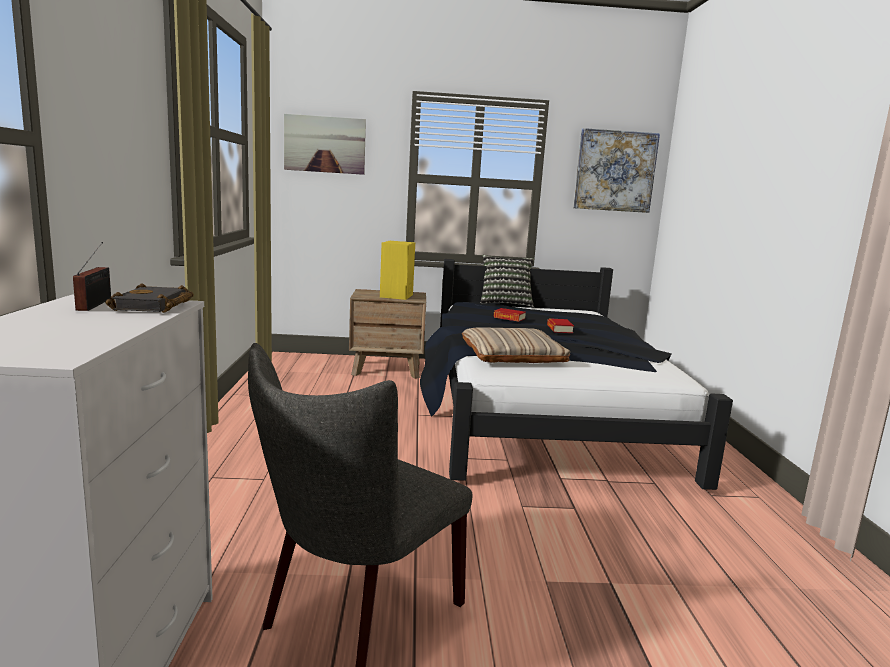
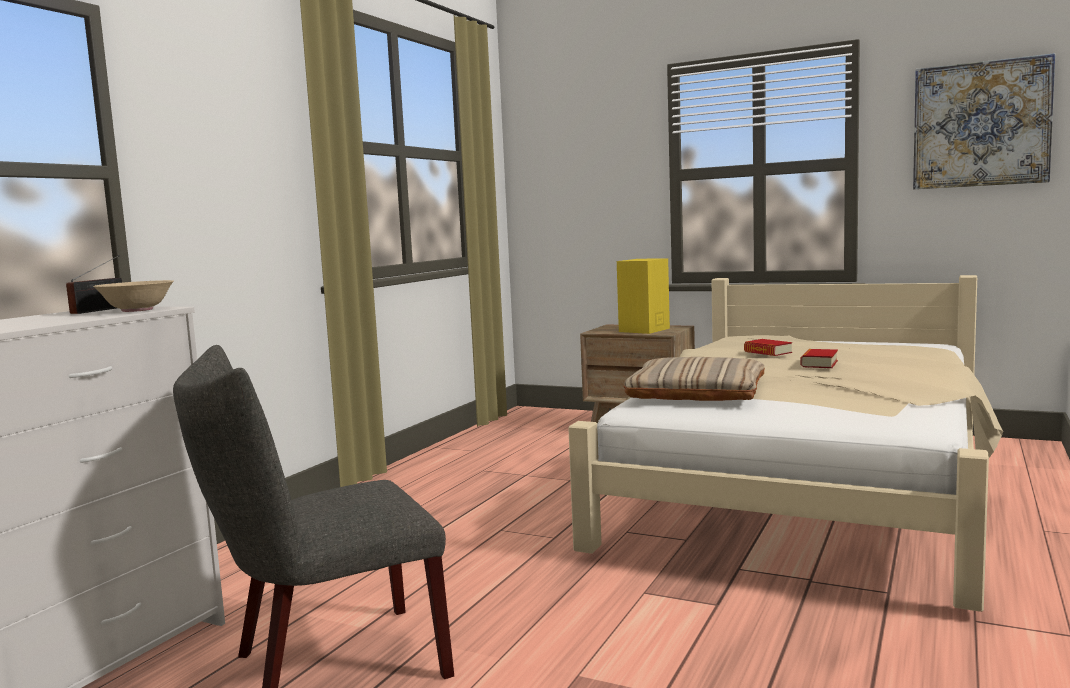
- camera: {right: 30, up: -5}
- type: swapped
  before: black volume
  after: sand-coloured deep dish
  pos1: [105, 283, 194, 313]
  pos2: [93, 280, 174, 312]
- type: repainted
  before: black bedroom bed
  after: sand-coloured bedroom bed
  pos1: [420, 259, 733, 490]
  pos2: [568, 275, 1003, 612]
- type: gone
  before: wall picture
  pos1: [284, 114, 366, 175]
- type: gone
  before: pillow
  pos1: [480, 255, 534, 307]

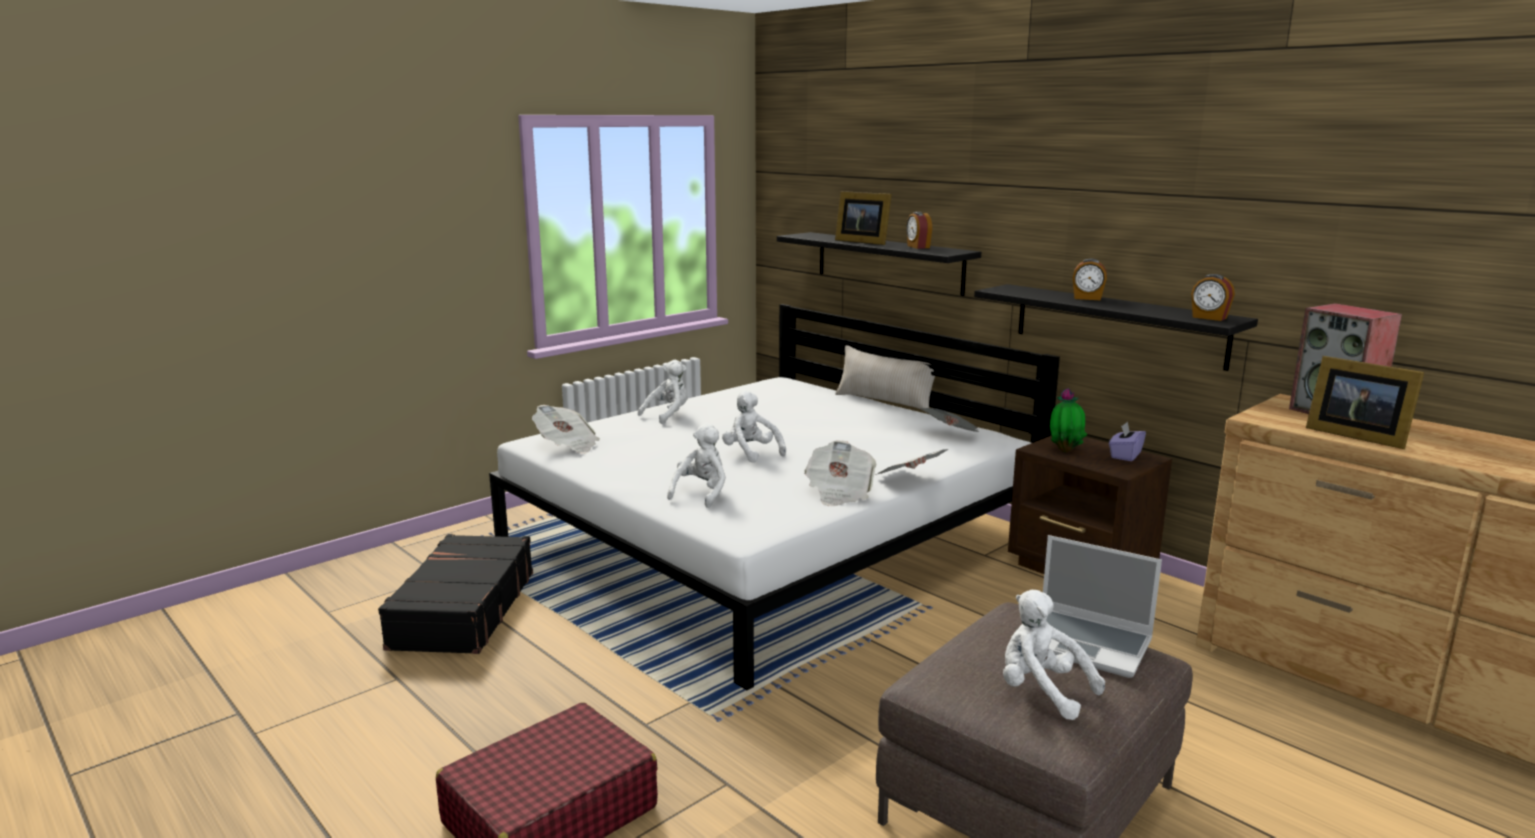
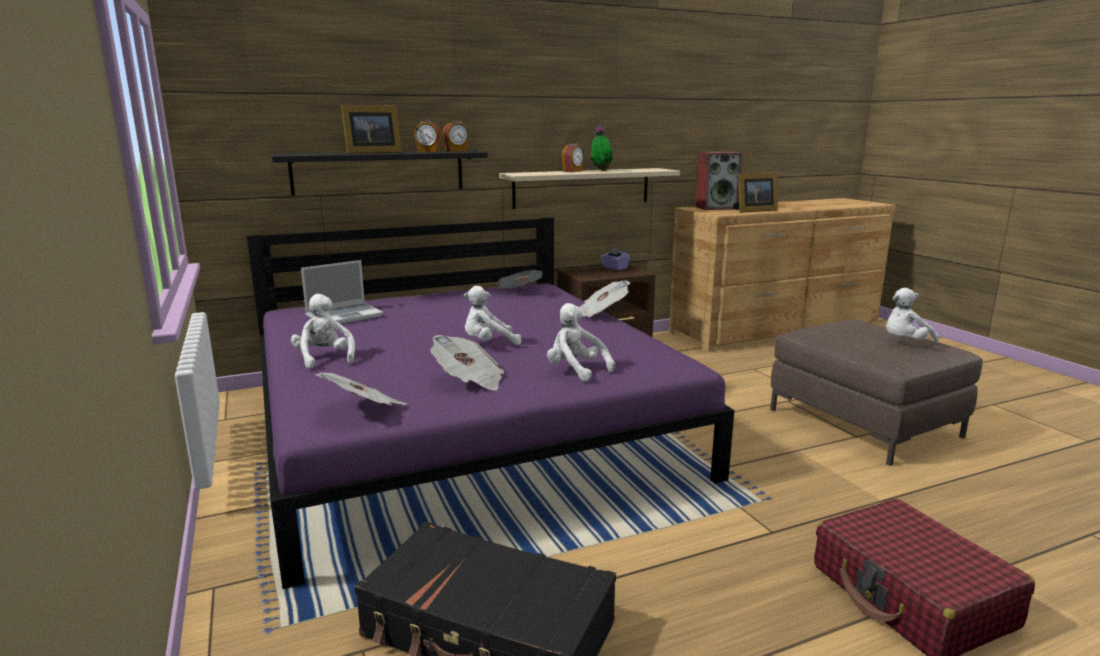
- camera: {right: -70, up: 0}
- type: repainted
  before: whitish bedroom bed
  after: purple bedroom bed
  pos1: [489, 304, 1060, 690]
  pos2: [247, 217, 734, 589]
- type: shifted
  before: portable computer
  pos1: [1043, 535, 1162, 678]
  pos2: [301, 260, 383, 324]
- type: shifted
  before: newspaper
  pos1: [804, 440, 876, 506]
  pos2: [430, 335, 504, 390]
- type: shifted
  before: table clock
  pos1: [1191, 274, 1235, 321]
  pos2: [442, 120, 469, 151]
- type: repainted
  before: black wall shelf
  after: sand-coloured wall shelf
  pos1: [974, 284, 1258, 371]
  pos2: [499, 168, 680, 209]
- type: shifted
  before: plant in a pot
  pos1: [1050, 388, 1087, 453]
  pos2: [590, 125, 613, 171]
- type: gone
  before: sand-coloured pillow
  pos1: [835, 345, 935, 410]

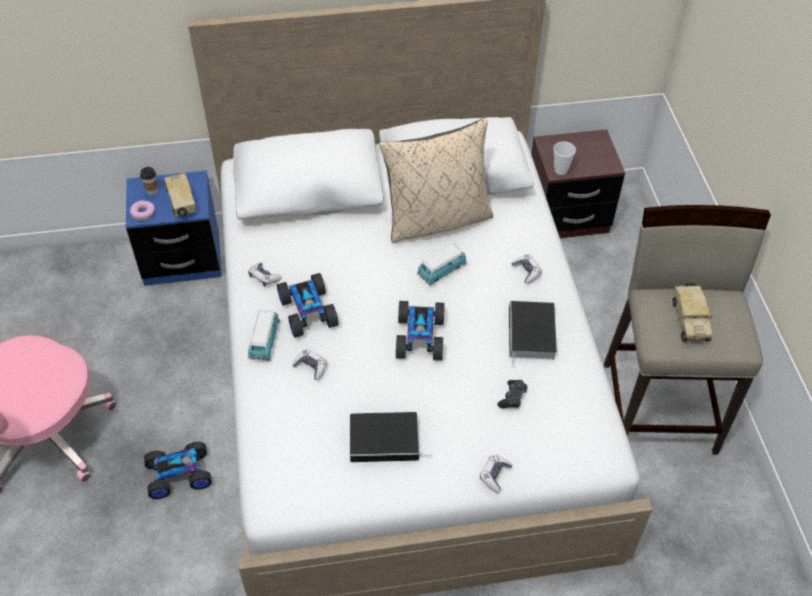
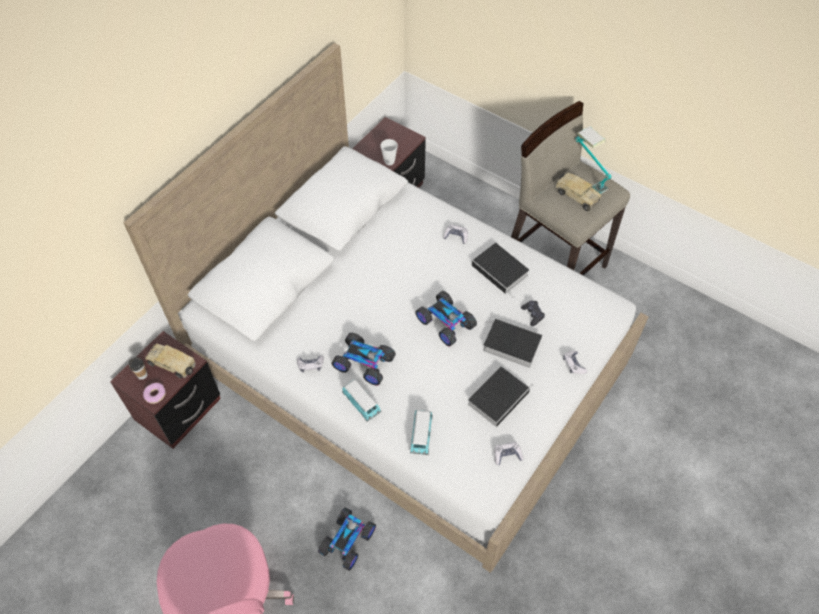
- camera: {right: -45, up: 5}
- type: repainted
  before: blue night table
  after: brownish night table
  pos1: [126, 170, 222, 286]
  pos2: [110, 331, 221, 449]
- type: shifted
  before: model car
  pos1: [417, 244, 467, 286]
  pos2: [410, 410, 433, 455]
- type: new
  after: volume
  pos2: [483, 318, 542, 367]
- type: shifted
  before: joypad
  pos1: [292, 349, 327, 380]
  pos2: [494, 442, 523, 465]
- type: new
  after: lamp for a table
  pos2: [575, 126, 611, 194]
- type: gone
  before: sand-coloured pillow
  pos1: [379, 118, 493, 243]

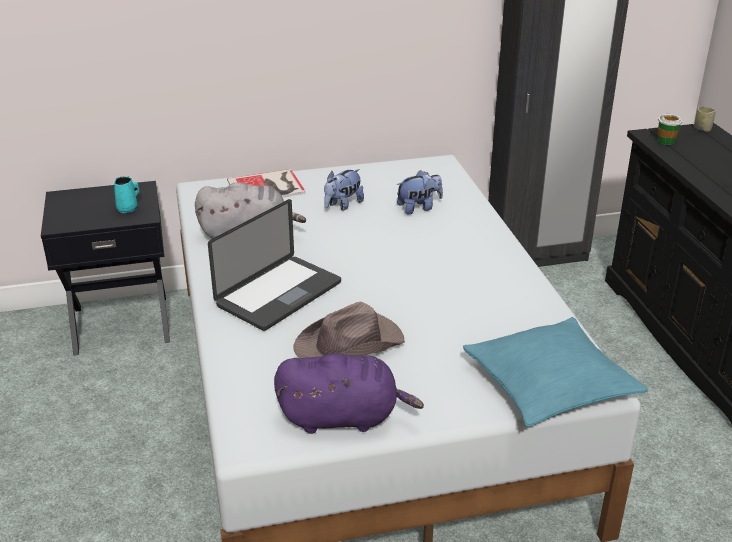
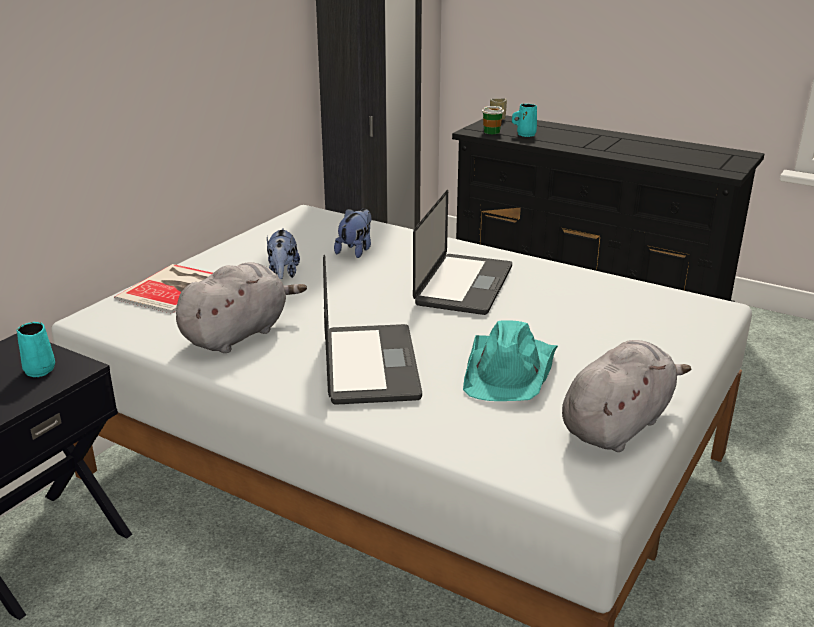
- camera: {right: -45, up: -5}
- type: new
  after: portable computer
  pos2: [413, 190, 512, 315]
- type: repainted
  before: brownish hat
  after: turquoise hat
  pos1: [293, 302, 405, 358]
  pos2: [463, 321, 558, 401]
- type: new
  after: turquoise coffee mug
  pos2: [512, 104, 537, 137]
- type: repainted
  before: purple soft toy
  after: gray soft toy
  pos1: [274, 353, 424, 434]
  pos2: [562, 340, 691, 452]
- type: gone
  before: turquoise pillow
  pos1: [463, 317, 648, 427]

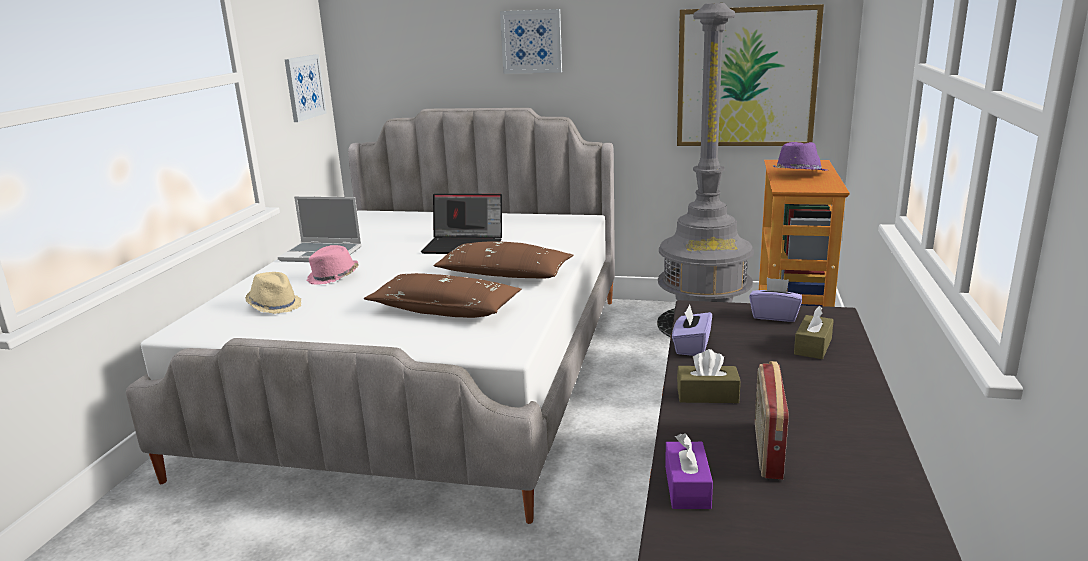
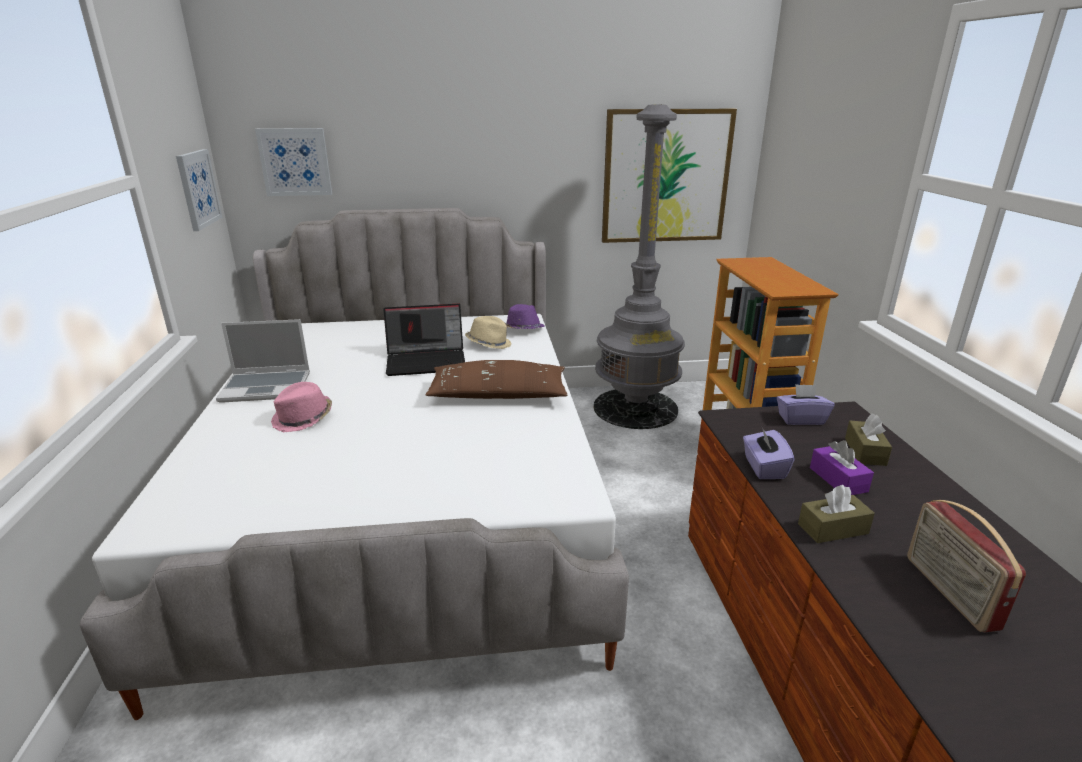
- camera: {right: -20, up: 5}
- type: shifted
  before: wall picture
  pos1: [500, 9, 562, 74]
  pos2: [255, 128, 332, 196]
- type: shifted
  before: sand-coloured hat
  pos1: [245, 272, 301, 314]
  pos2: [465, 316, 512, 349]
- type: shifted
  before: purple hat
  pos1: [773, 142, 827, 171]
  pos2: [505, 304, 545, 329]
- type: shifted
  before: purple box of tissues
  pos1: [665, 434, 713, 509]
  pos2: [810, 440, 874, 495]
- type: gone
  before: brownish pillow
  pos1: [364, 273, 521, 318]

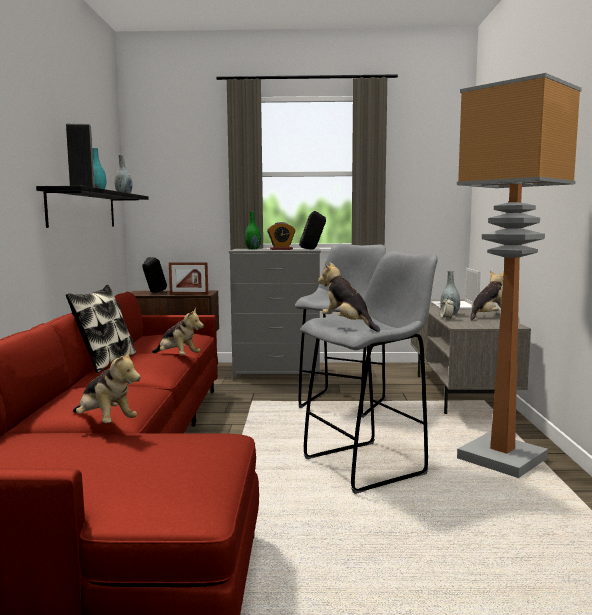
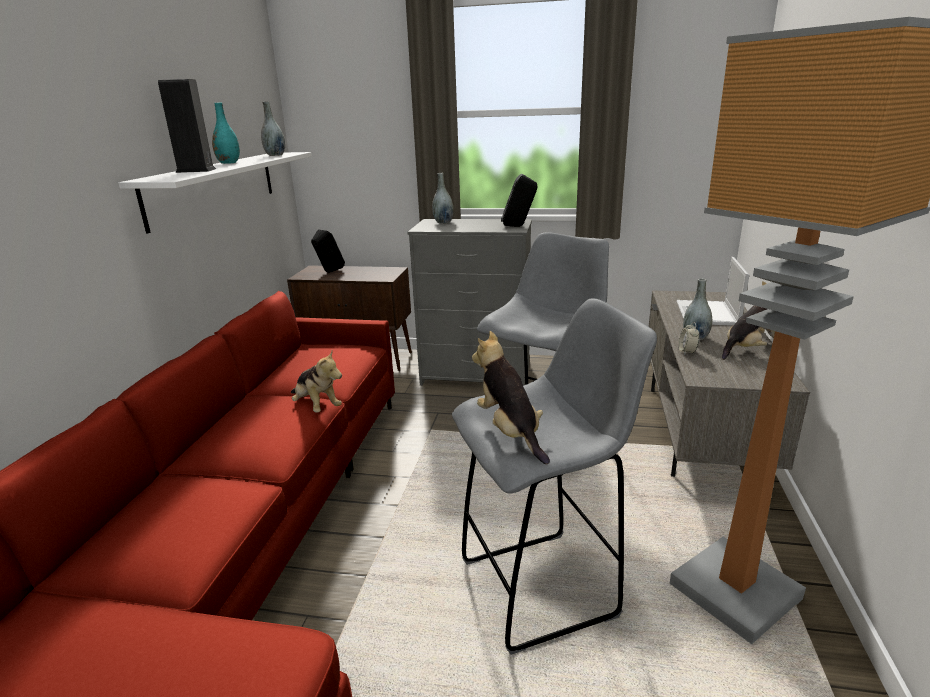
- camera: {right: 10, up: 15}
- type: repainted
  before: black wall shelf
  after: whitish wall shelf
  pos1: [36, 186, 148, 228]
  pos2: [118, 152, 312, 234]
- type: repainted
  before: green-coloured flower vase
  after: gray flower vase
  pos1: [245, 211, 261, 249]
  pos2: [432, 173, 454, 224]
- type: gone
  before: pillow
  pos1: [66, 285, 136, 373]
- type: gone
  before: soft toy
  pos1: [73, 350, 141, 423]
- type: gone
  before: picture frame
  pos1: [169, 262, 208, 295]
- type: gone
  before: table clock
  pos1: [267, 222, 295, 250]

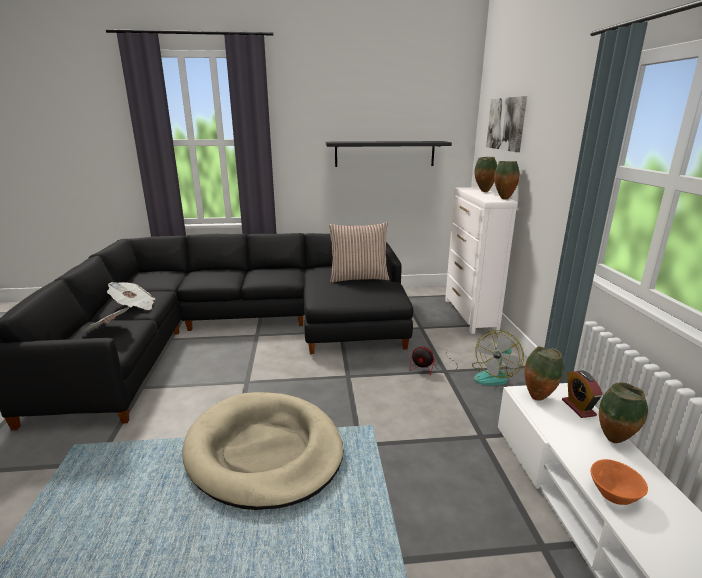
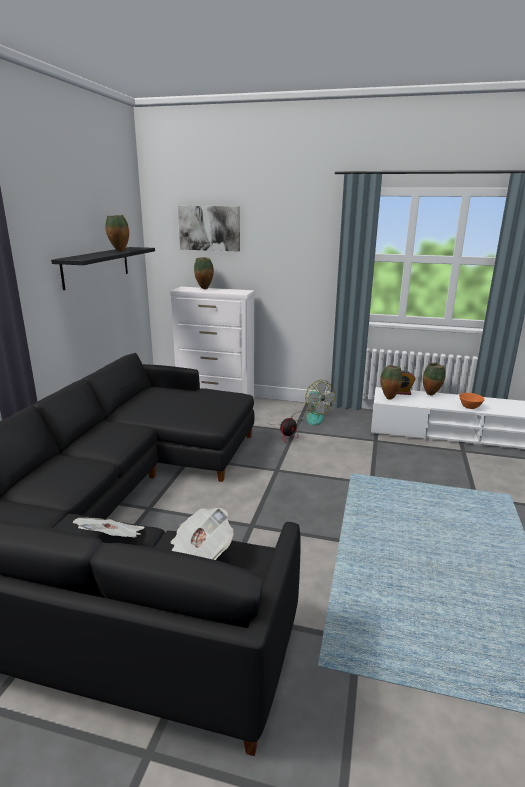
- camera: {right: -70, up: 0}
- type: shifted
  before: flower vase
  pos1: [494, 161, 519, 199]
  pos2: [105, 215, 129, 252]
- type: gone
  before: sand-coloured pet bed
  pos1: [182, 392, 344, 510]
- type: gone
  before: pillow
  pos1: [329, 222, 389, 283]

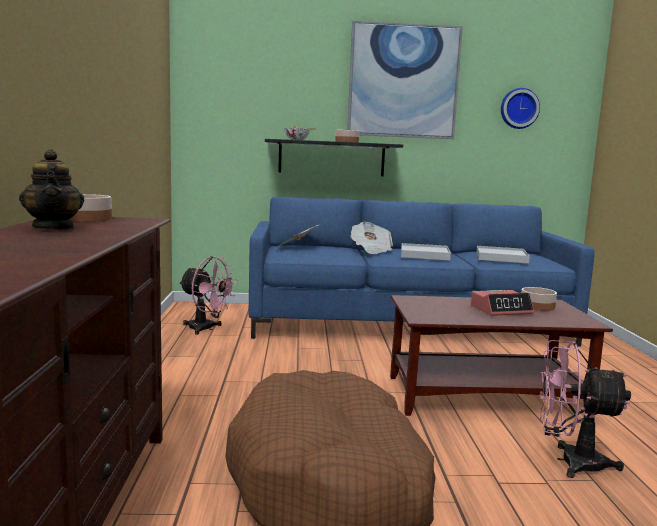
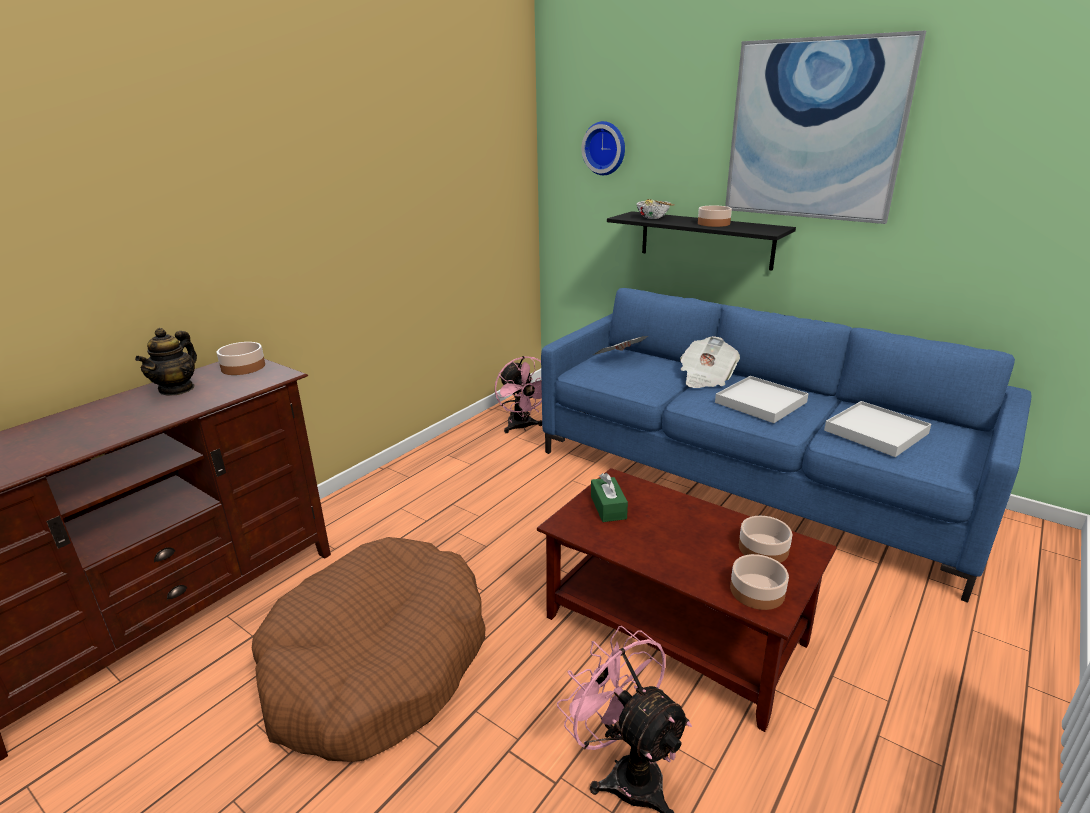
- camera: {right: 40, up: 15}
- type: shifted
  before: hanging clock
  pos1: [501, 88, 540, 129]
  pos2: [581, 121, 625, 175]
- type: new
  after: green-coloured box of tissues
  pos2: [591, 473, 628, 522]
- type: new
  after: deep dish
  pos2: [730, 554, 789, 610]
- type: gone
  before: table clock
  pos1: [471, 290, 534, 316]

